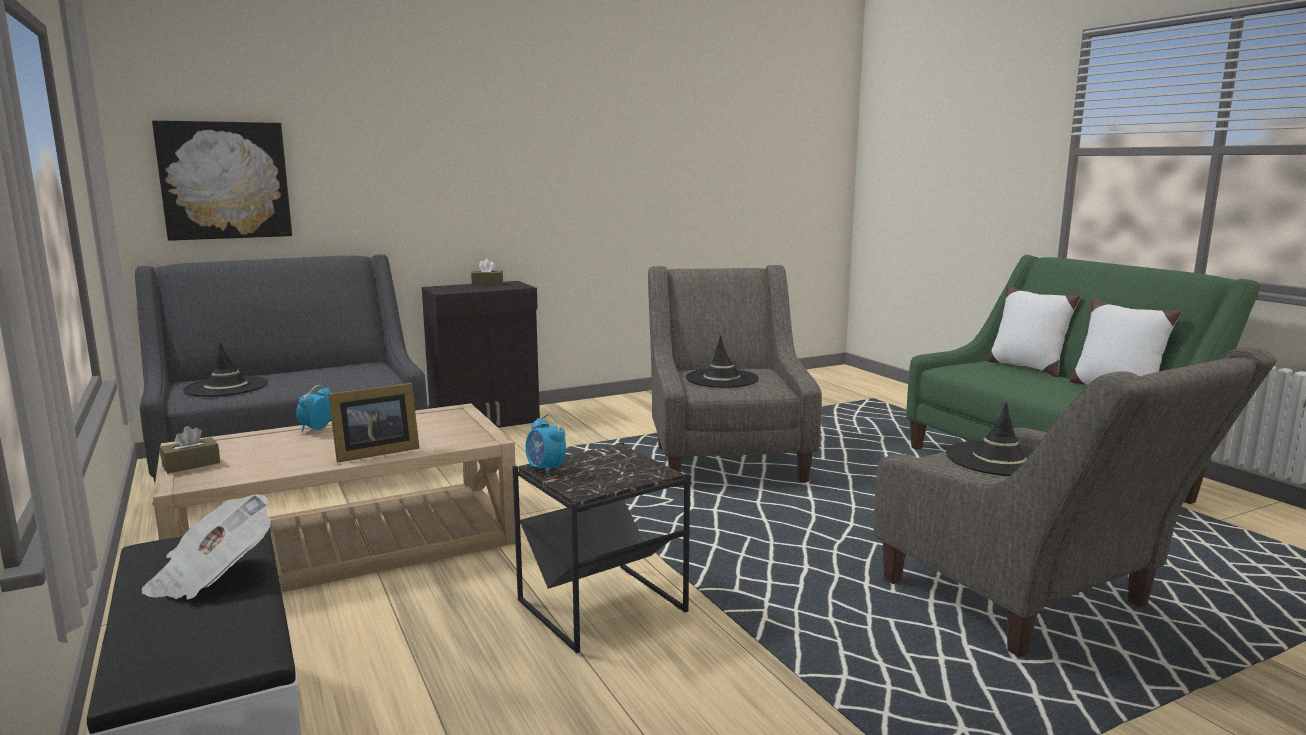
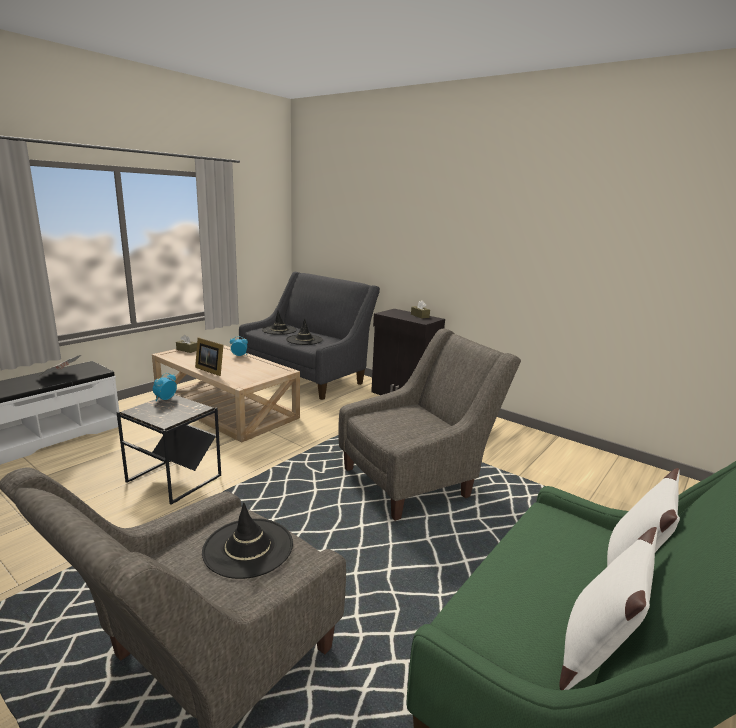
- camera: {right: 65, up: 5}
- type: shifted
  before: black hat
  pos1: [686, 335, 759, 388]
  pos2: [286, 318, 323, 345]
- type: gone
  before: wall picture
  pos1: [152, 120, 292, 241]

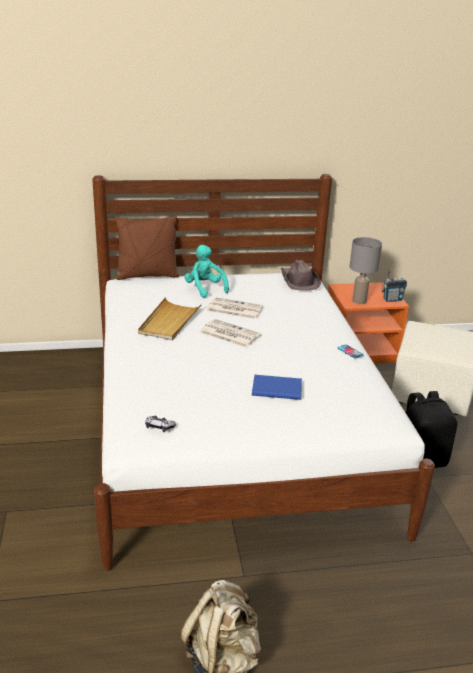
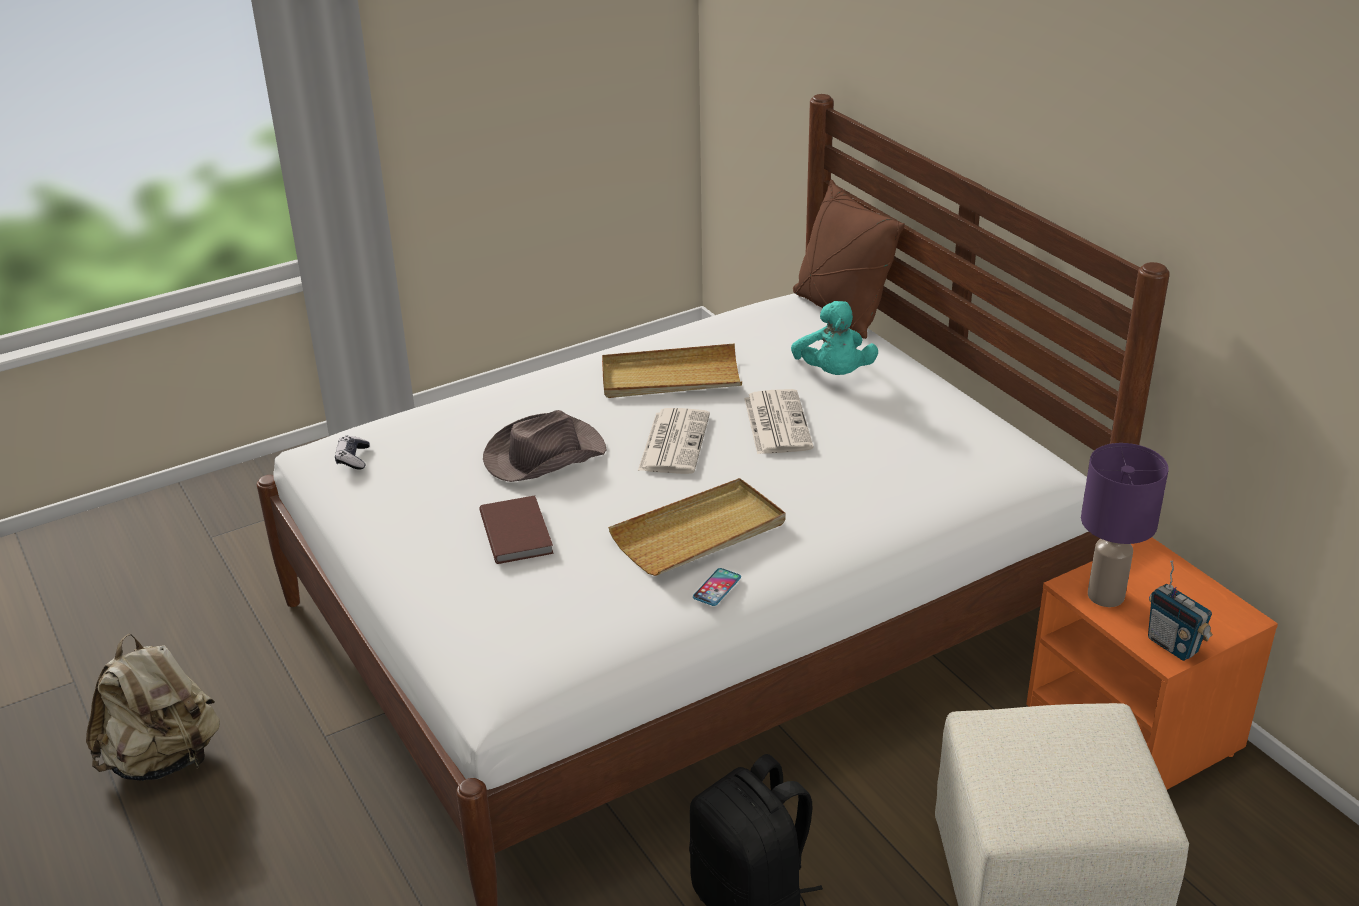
- camera: {right: 70, up: 5}
- type: repainted
  before: blue volume
  after: brownish volume
  pos1: [252, 375, 302, 400]
  pos2: [479, 495, 554, 564]
- type: shifted
  before: brownish hat
  pos1: [281, 260, 321, 291]
  pos2: [483, 410, 606, 482]
- type: new
  after: sand-coloured carrying tray
  pos2: [608, 478, 785, 576]
- type: rotated
  before: turquoise soft toy
  pos1: [184, 245, 229, 298]
  pos2: [791, 301, 878, 375]
  turn: 135
- type: repainted
  before: gray lamp for a table
  after: purple lamp for a table
  pos1: [349, 237, 382, 304]
  pos2: [1081, 443, 1169, 607]

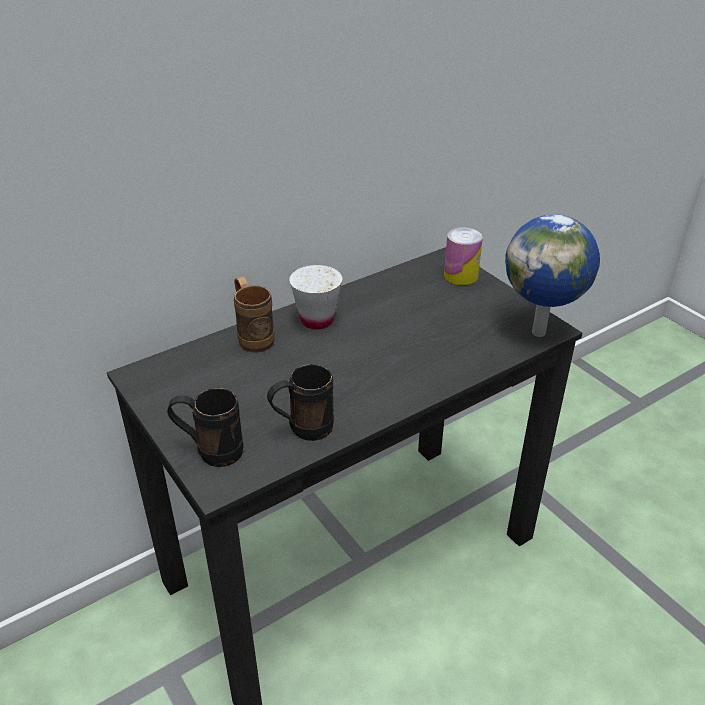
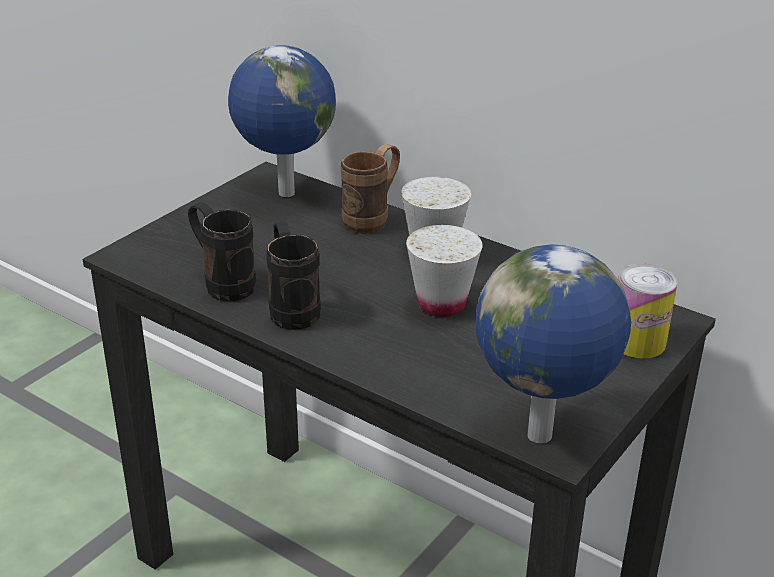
- camera: {right: 70, up: -5}
- type: new
  after: world globe
  pos2: [228, 45, 336, 197]
- type: shifted
  before: black coffee mug
  pos1: [167, 388, 243, 467]
  pos2: [266, 222, 321, 330]
- type: new
  after: whitish drinking cup
  pos2: [406, 225, 483, 317]

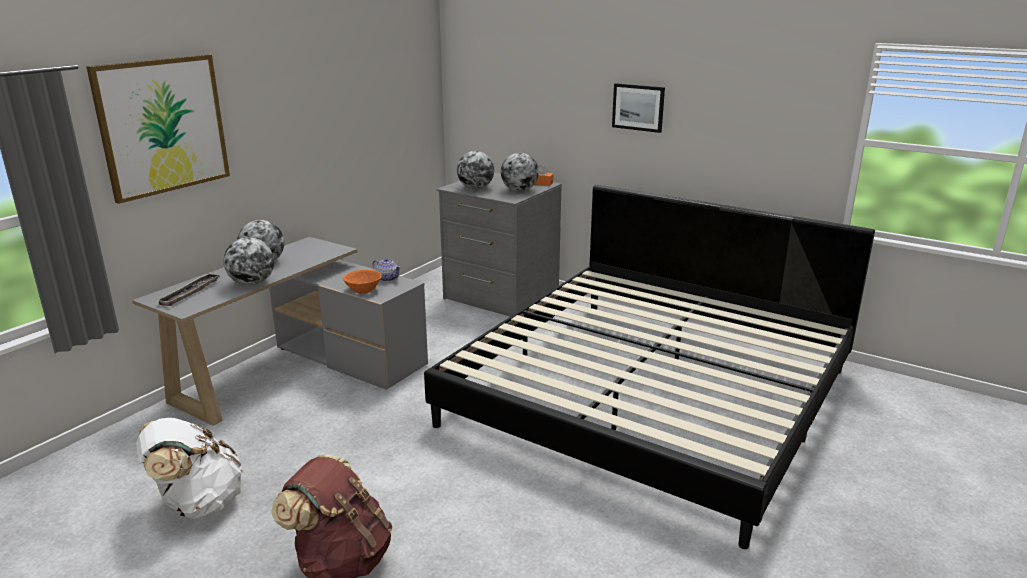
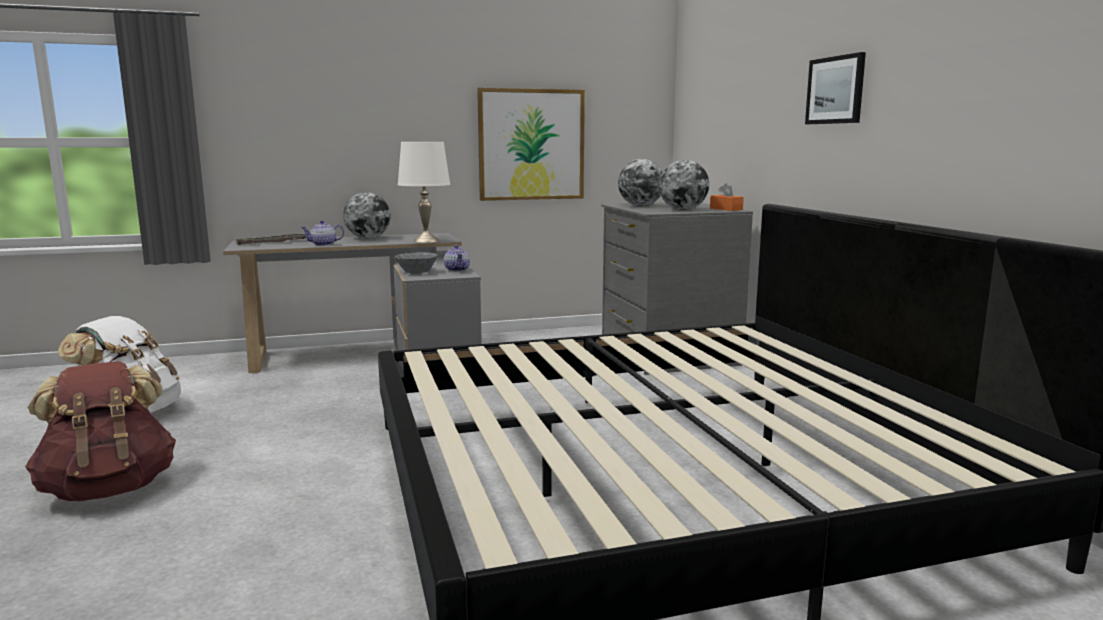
- camera: {right: 40, up: -10}
- type: swapped
  before: world globe
  after: teapot
  pos1: [224, 237, 274, 285]
  pos2: [301, 220, 344, 246]
- type: repainted
  before: orange deep dish
  after: gray deep dish
  pos1: [343, 269, 381, 293]
  pos2: [395, 252, 438, 274]
- type: new
  after: whitish lamp for a table
  pos2: [398, 142, 450, 243]
- type: shifted
  before: wall picture
  pos1: [86, 54, 230, 204]
  pos2: [477, 88, 585, 201]

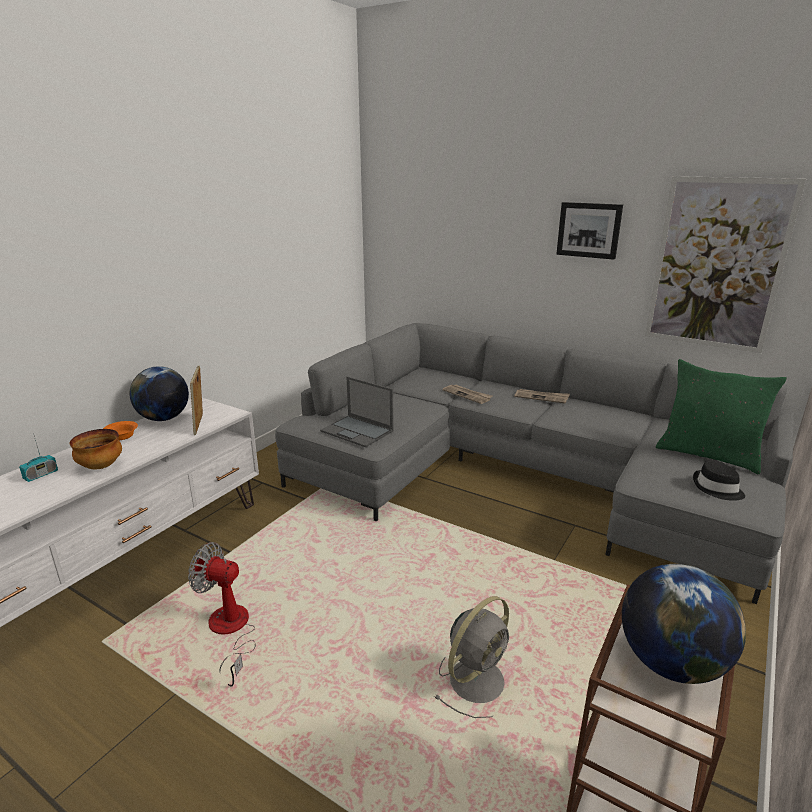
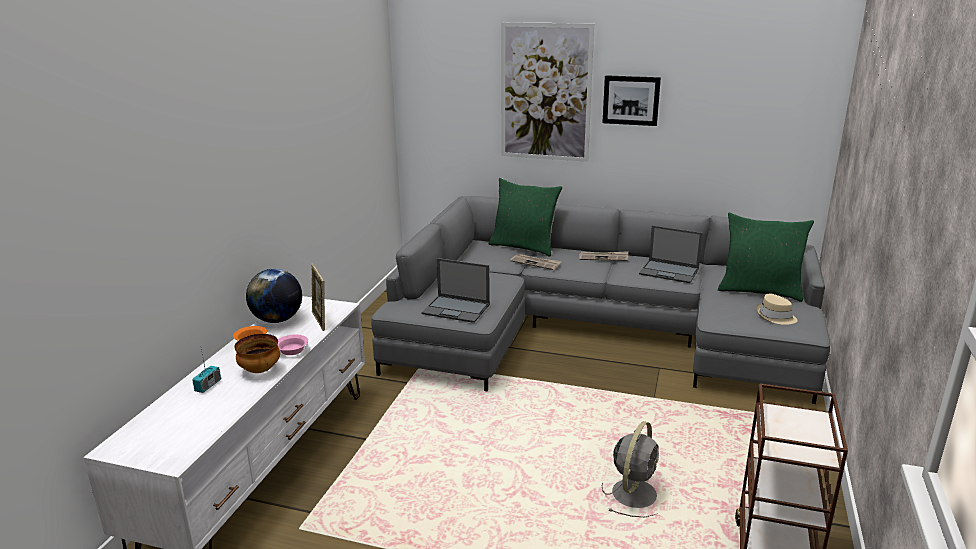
- camera: {right: -15, up: 0}
- type: new
  after: pinkish deep dish
  pos2: [277, 334, 308, 355]
- type: new
  after: green-coloured pillow
  pos2: [488, 178, 562, 256]
- type: shifted
  before: wall picture
  pos1: [645, 176, 806, 353]
  pos2: [501, 22, 594, 162]
- type: new
  after: portable computer
  pos2: [639, 225, 703, 283]
- type: repainted
  before: black hat
  after: sand-coloured hat
  pos1: [693, 459, 745, 501]
  pos2: [756, 294, 798, 325]
- type: gone
  before: electric fan
  pos1: [188, 542, 256, 687]
- type: gone
  before: world globe
  pos1: [622, 564, 746, 684]

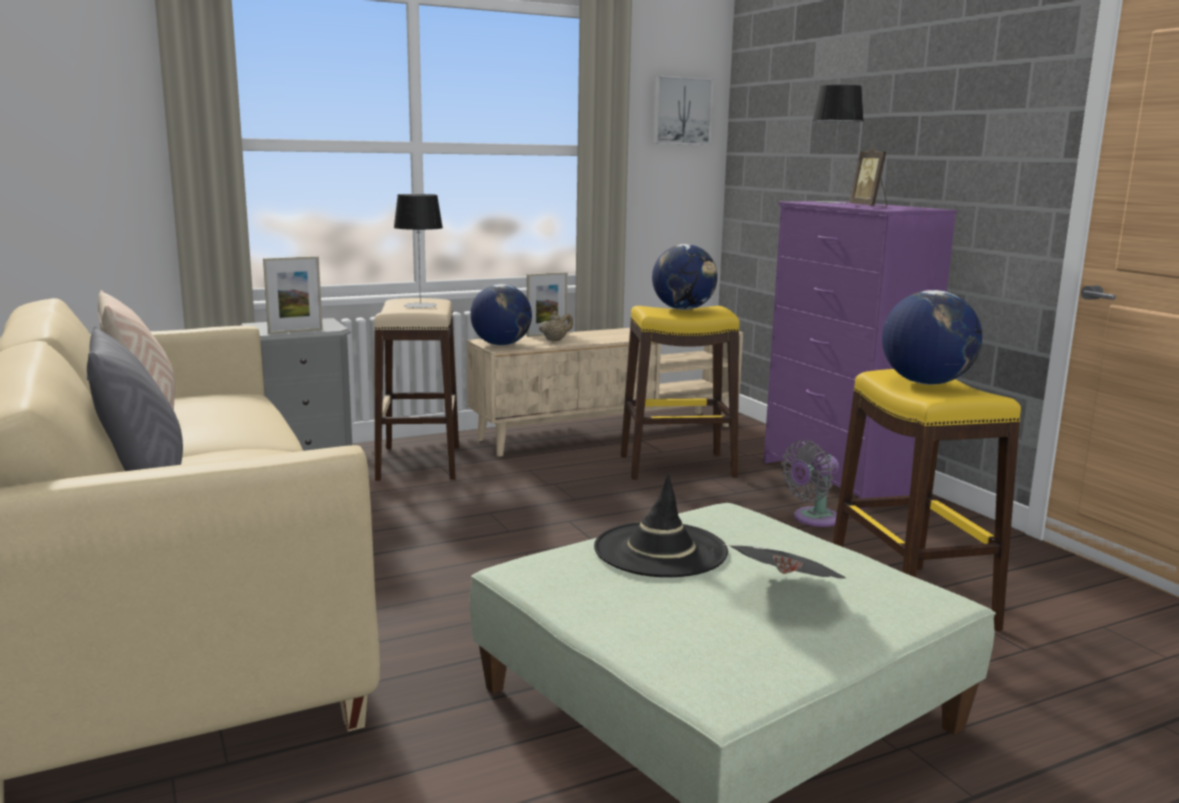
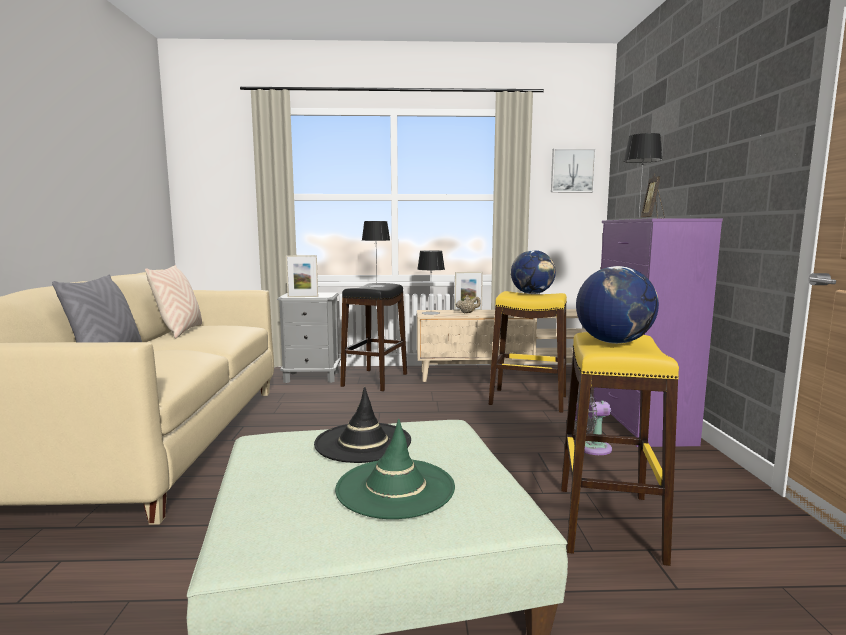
- camera: {right: 25, up: -5}
- type: swapped
  before: newspaper
  after: green-coloured hat
  pos1: [724, 544, 846, 579]
  pos2: [335, 419, 455, 519]
- type: repainted
  before: sand-coloured stool seat
  after: black stool seat
  pos1: [374, 298, 459, 481]
  pos2: [340, 283, 407, 391]
- type: swapped
  before: world globe
  after: lamp for a table
  pos1: [470, 284, 532, 346]
  pos2: [417, 250, 445, 315]

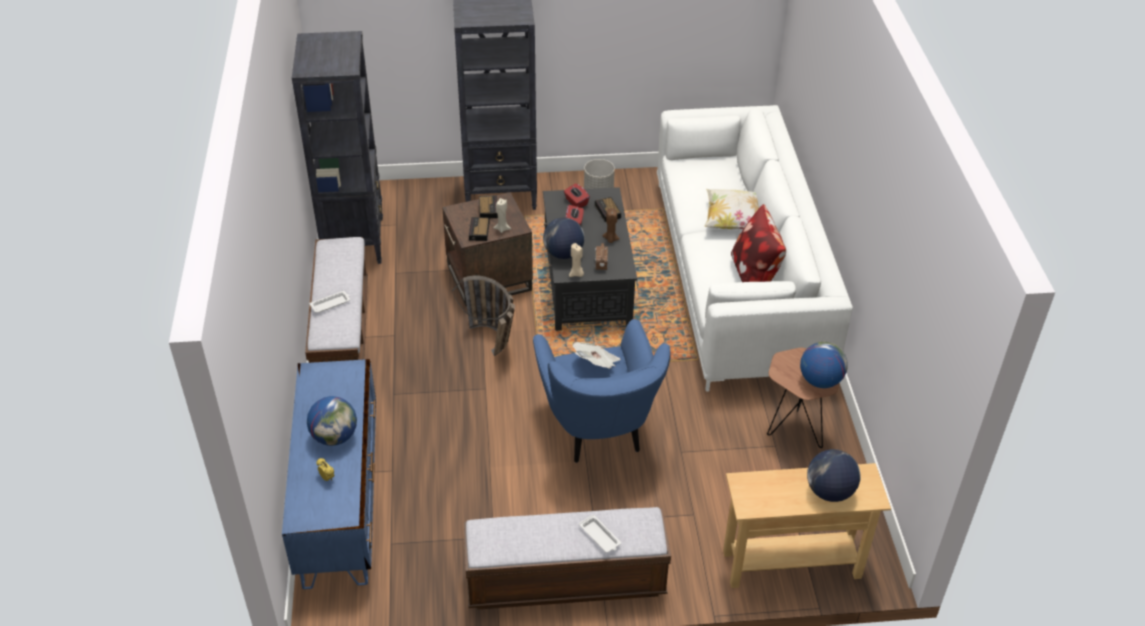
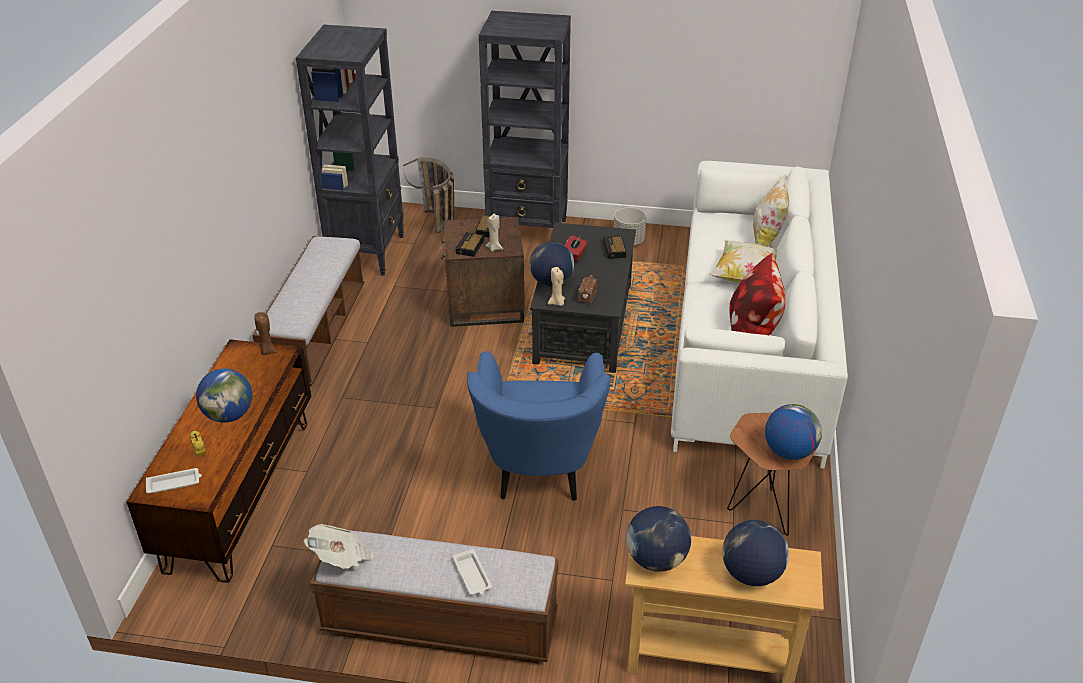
- camera: {right: 15, up: -5}
- type: repainted
  before: blue tv unit
  after: brownish tv unit
  pos1: [282, 359, 376, 589]
  pos2: [126, 339, 311, 583]
- type: shifted
  before: whitish carrying tray
  pos1: [309, 291, 350, 313]
  pos2: [146, 468, 202, 493]
- type: shifted
  before: brownish candle
  pos1: [602, 208, 620, 243]
  pos2: [254, 312, 277, 355]
- type: shifted
  before: newspaper
  pos1: [573, 342, 620, 369]
  pos2: [304, 524, 375, 569]
- type: shifted
  before: household basket
  pos1: [452, 276, 515, 356]
  pos2: [403, 157, 454, 234]
- type: new
  after: world globe
  pos2: [626, 506, 691, 572]
- type: new
  after: pillow
  pos2: [753, 175, 789, 247]
- type: gone
  before: reddish box of tissues
  pos1: [564, 183, 590, 208]

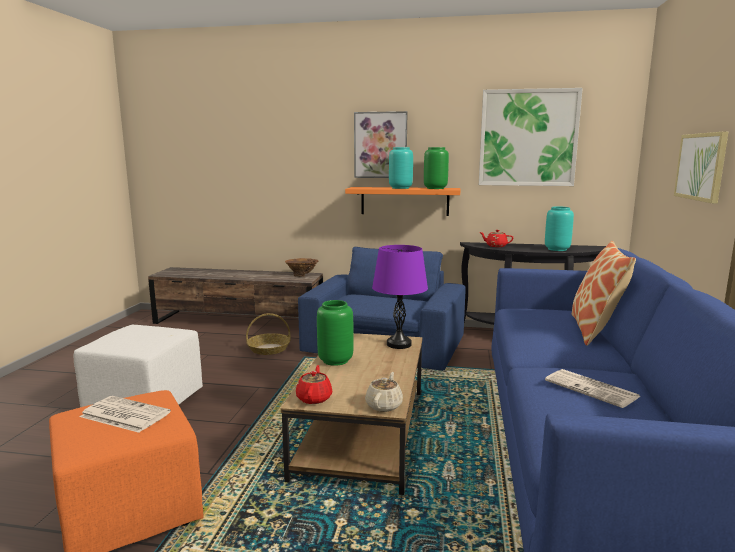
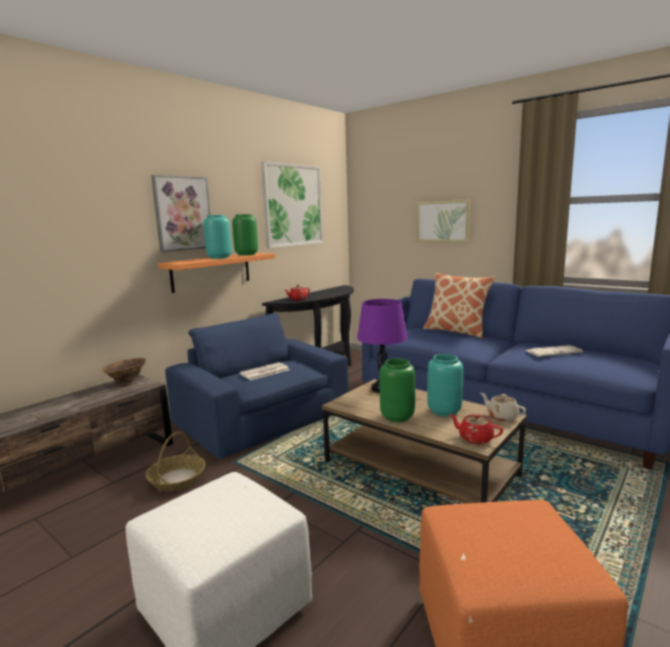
- camera: {right: -60, up: 0}
- type: shifted
  before: newspaper
  pos1: [80, 396, 171, 433]
  pos2: [239, 362, 290, 380]
- type: shifted
  before: turquoise flower vase
  pos1: [545, 207, 574, 251]
  pos2: [427, 354, 463, 417]

